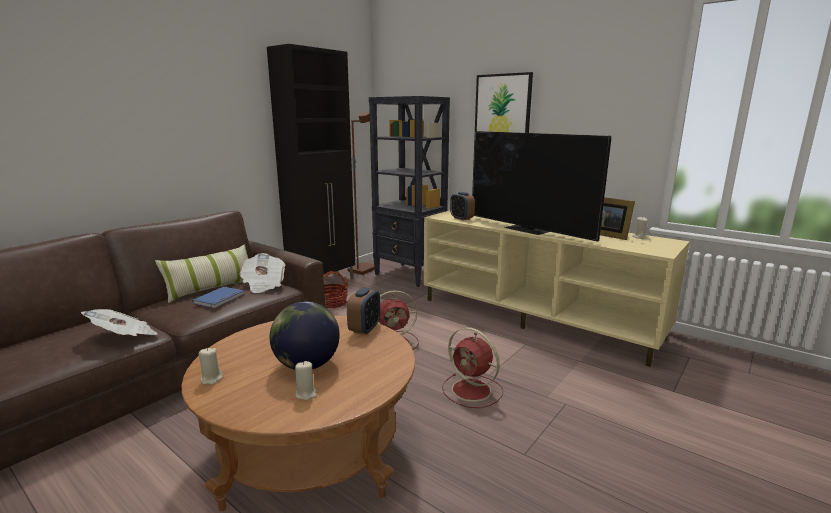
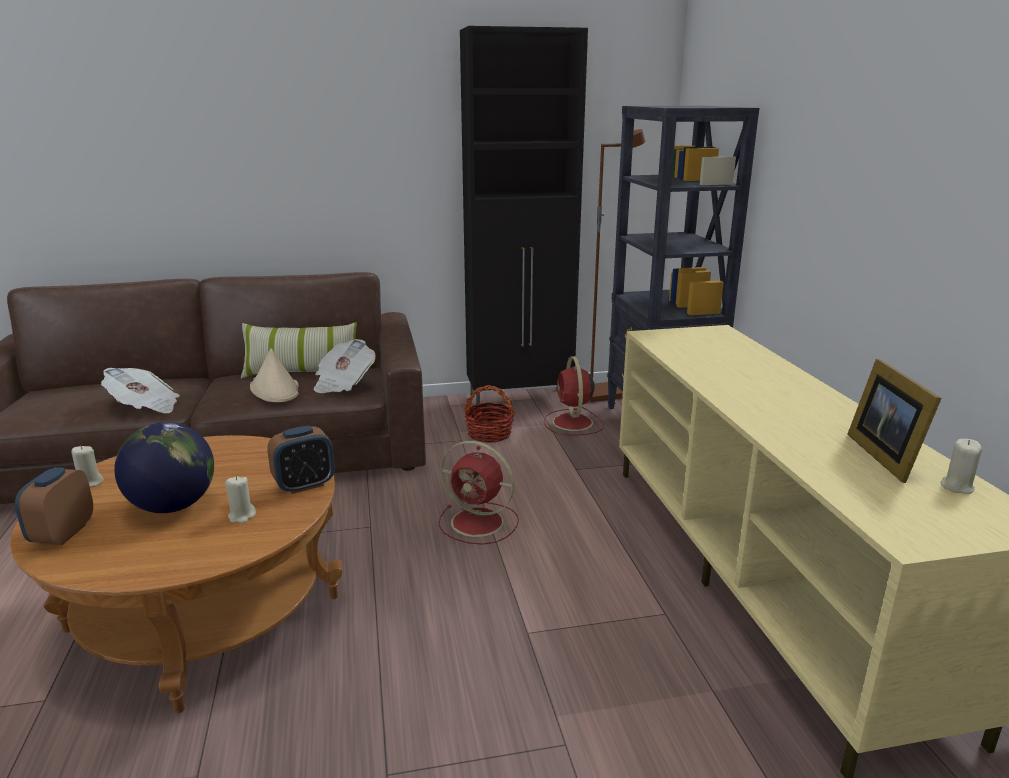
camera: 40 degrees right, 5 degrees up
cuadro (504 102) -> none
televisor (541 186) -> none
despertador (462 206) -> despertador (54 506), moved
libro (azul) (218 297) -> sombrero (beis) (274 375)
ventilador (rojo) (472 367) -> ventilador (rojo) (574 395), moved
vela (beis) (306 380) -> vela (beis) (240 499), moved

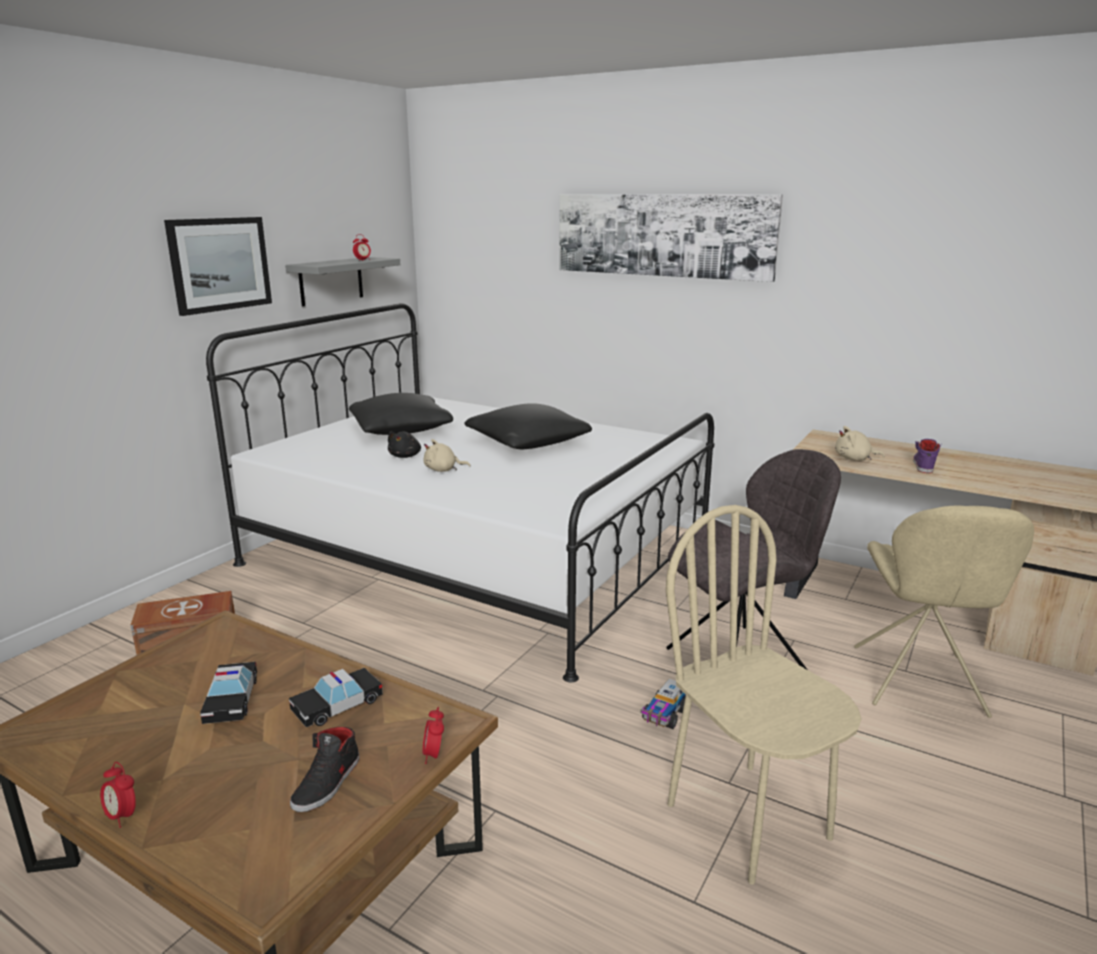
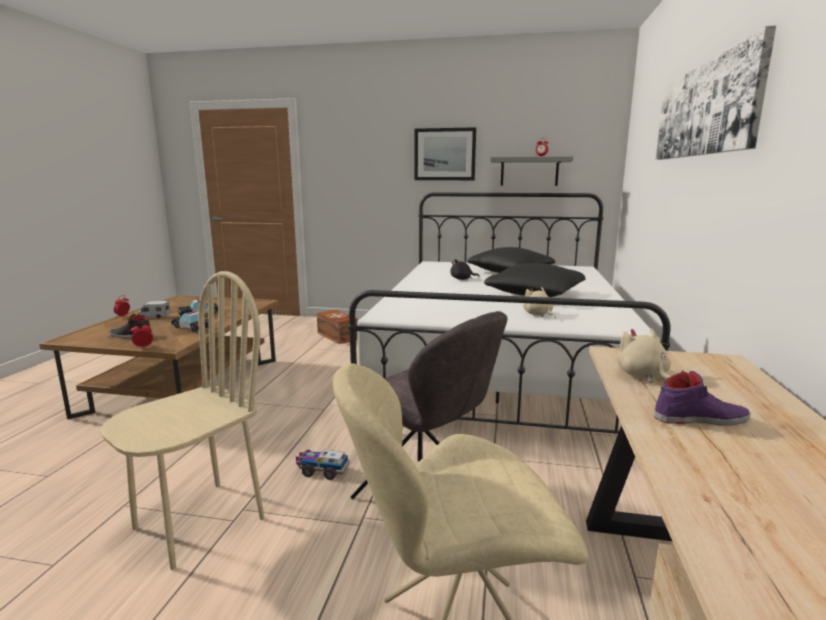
camera: 70 degrees right, 5 degrees down
peluche (beis) (446 455) -> peluche (beis) (539 302), moved
none -> camión de juguete (153 309)

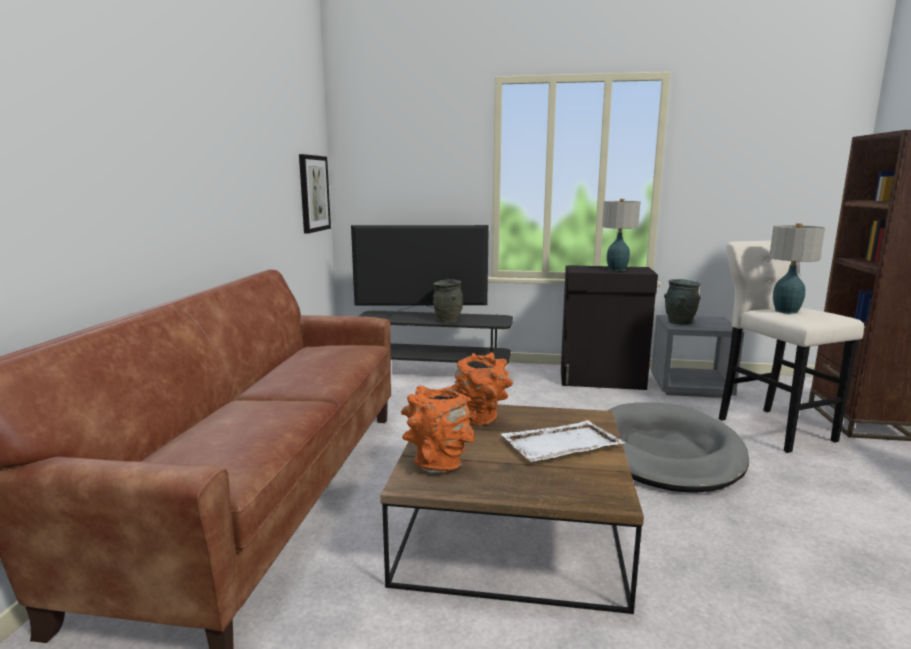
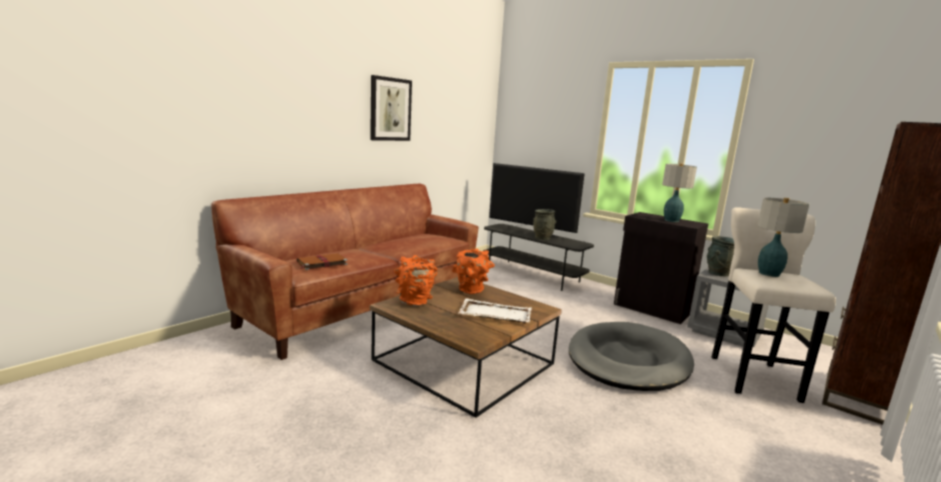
camera: 30 degrees right, 0 degrees up
cuadro (315 194) -> cuadro (391 108), moved
none -> libro (marrón) (322 261)

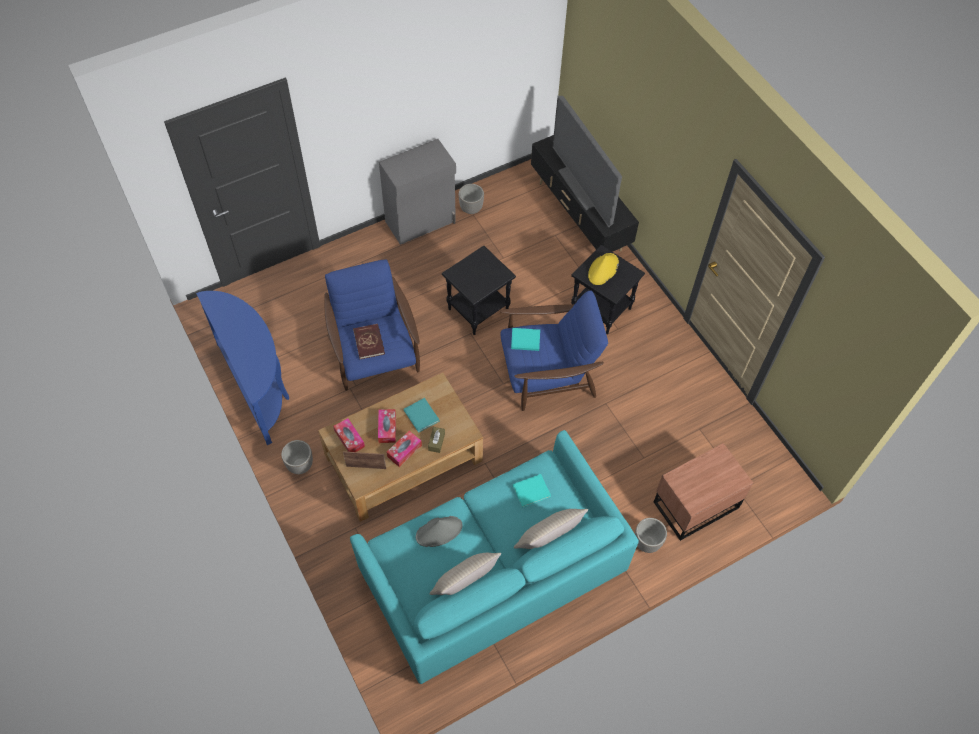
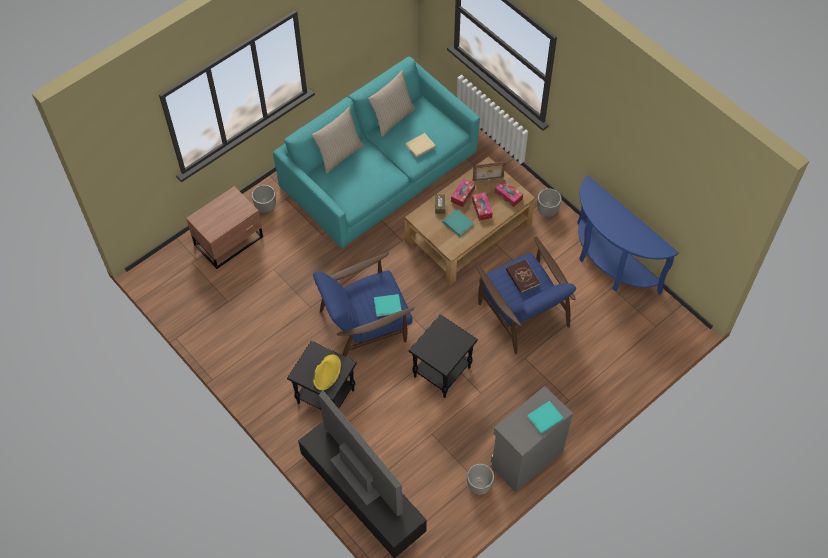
camera: 170 degrees right, 0 degrees up
libro (turquesa) (532 491) -> libro (turquesa) (545 417), moved
sombrero (gris) (439 531) -> libro (beis) (421 145)

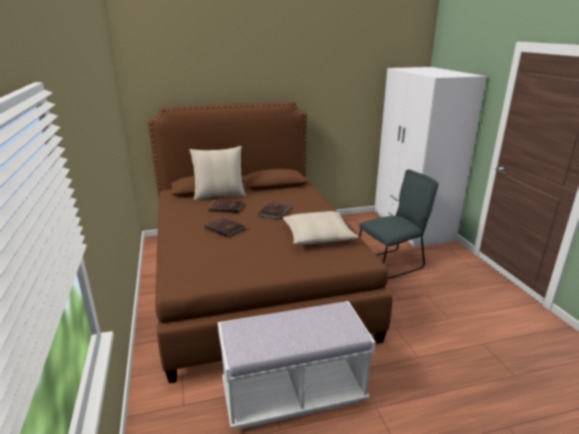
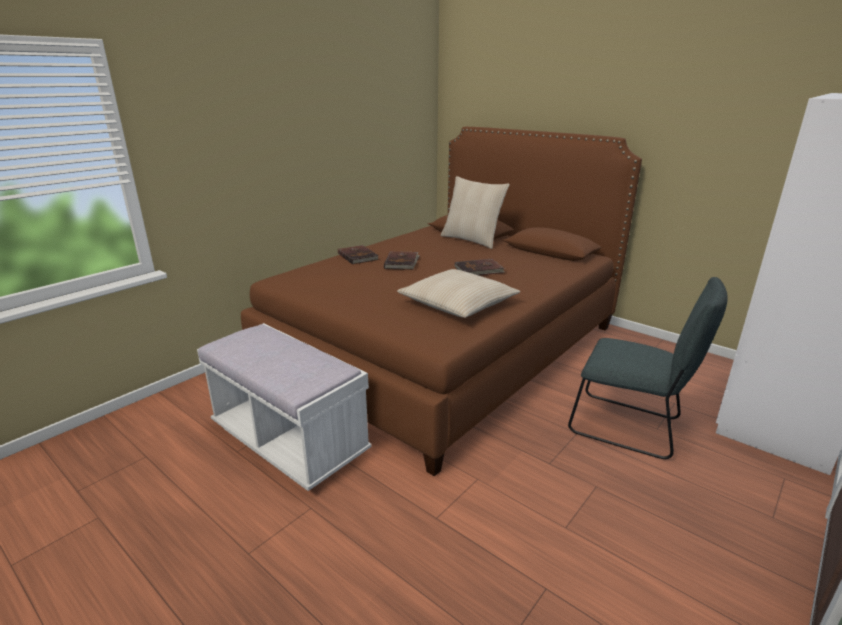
camera: 55 degrees right, 0 degrees up
libro (marrón) (225 206) -> libro (marrón) (358 254), moved

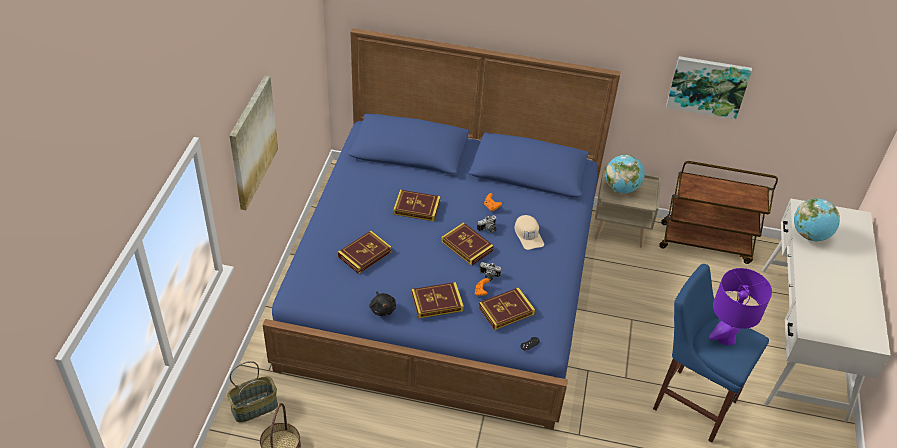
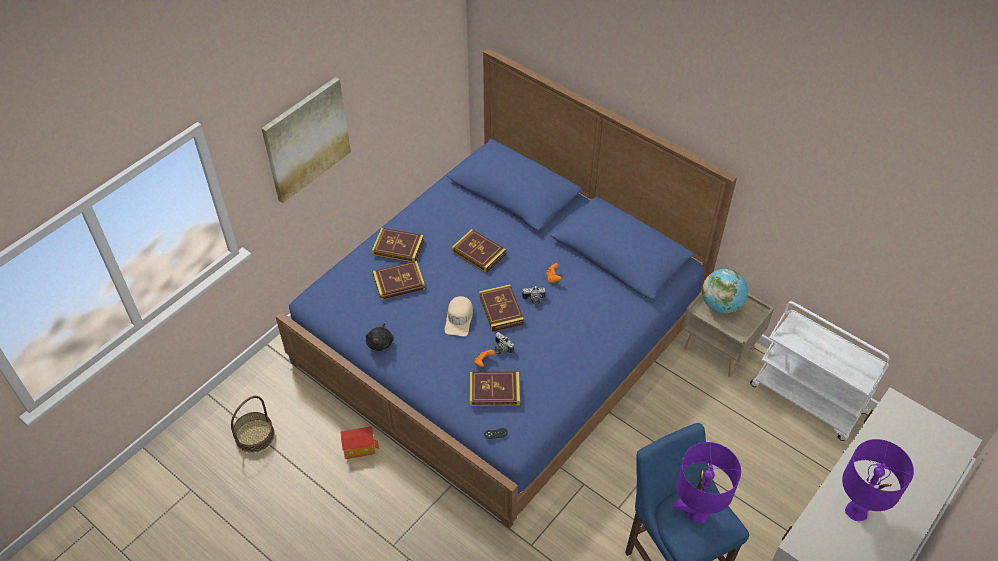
camera: 30 degrees right, 5 degrees up
cuadro (709 87) -> none
carrito (marrón) (718 212) -> carrito (blanco) (819 371)
globo terráqueo (817 219) -> none
gorra (beis) (529 232) -> gorra (beis) (459 316), moved
libro (438 300) -> libro (398 245), moved
cesta (252 392) -> none
none -> casita (359 442)
none -> lámpara de mesa (morado) (878 480)

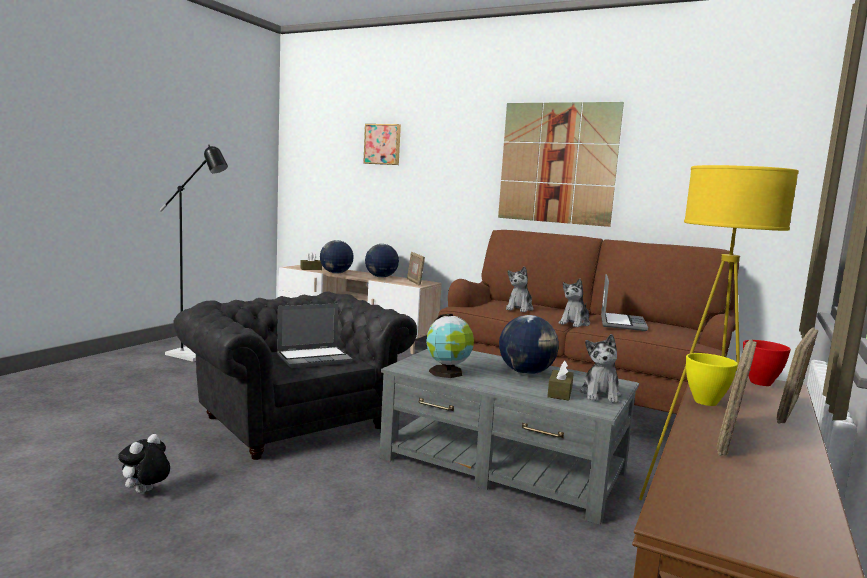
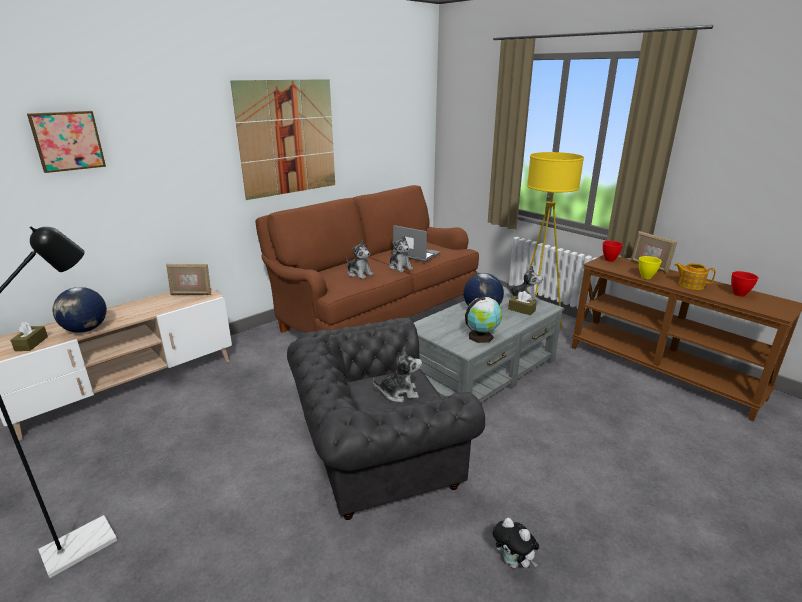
camera: 70 degrees left, 15 degrees up
globo terráqueo (382 261) -> none
portátil (315 335) -> peluche (397 375)
portarretratos (737 397) -> tetera (695 276)
none -> cuenco (rojo) (744 284)

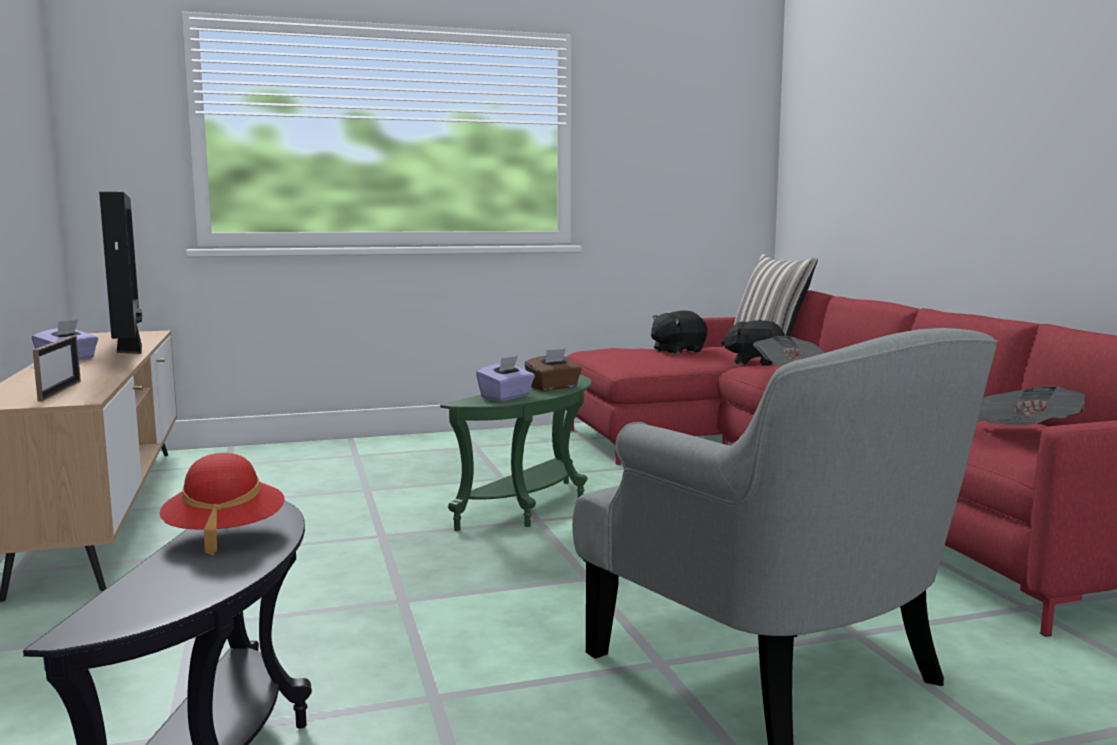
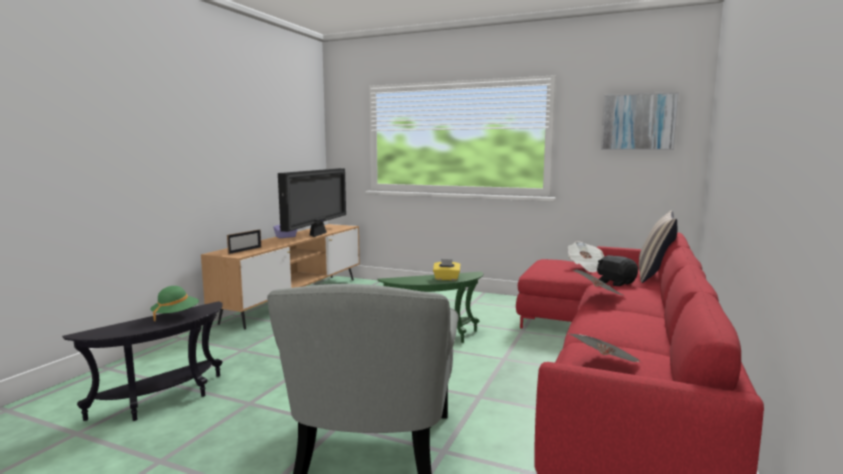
camera: 40 degrees right, 0 degrees up
peluche (negro) (679 332) -> periódico (586 257)
caja de pañuelos (marrón) (553 370) -> caja de pañuelos (amarillo) (447 270)
caja de pañuelos (morado) (505 378) -> none
sombrero (rojo) (222 504) -> sombrero (verde) (174 303)
none -> cuadro (640 121)

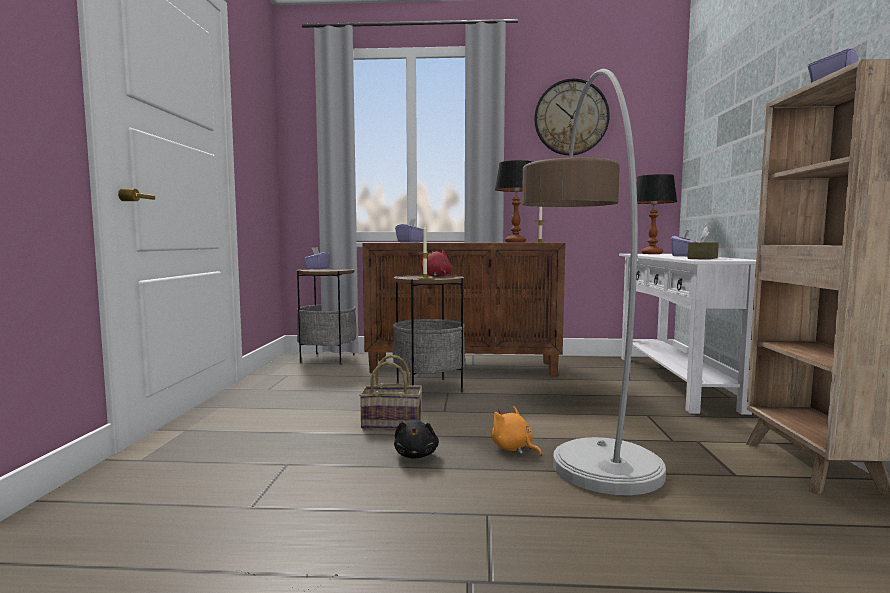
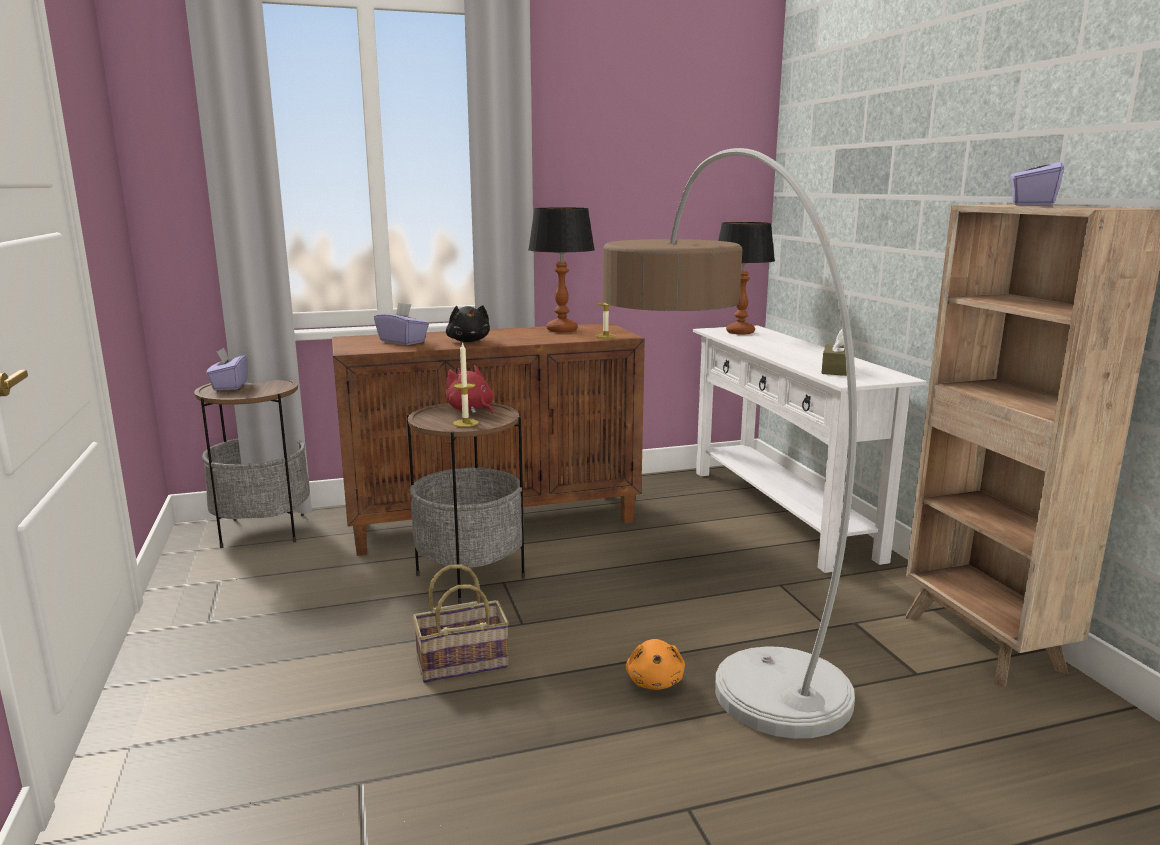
camera: 20 degrees left, 10 degrees up
reloj de pared (572 117) -> none
caja de pañuelos (morado) (683 243) -> none
peluche (naranja) (516 431) -> peluche (naranja) (655 664), 120 degrees counterclockwise
peluche (negro) (416 440) -> peluche (negro) (468 323), moved

